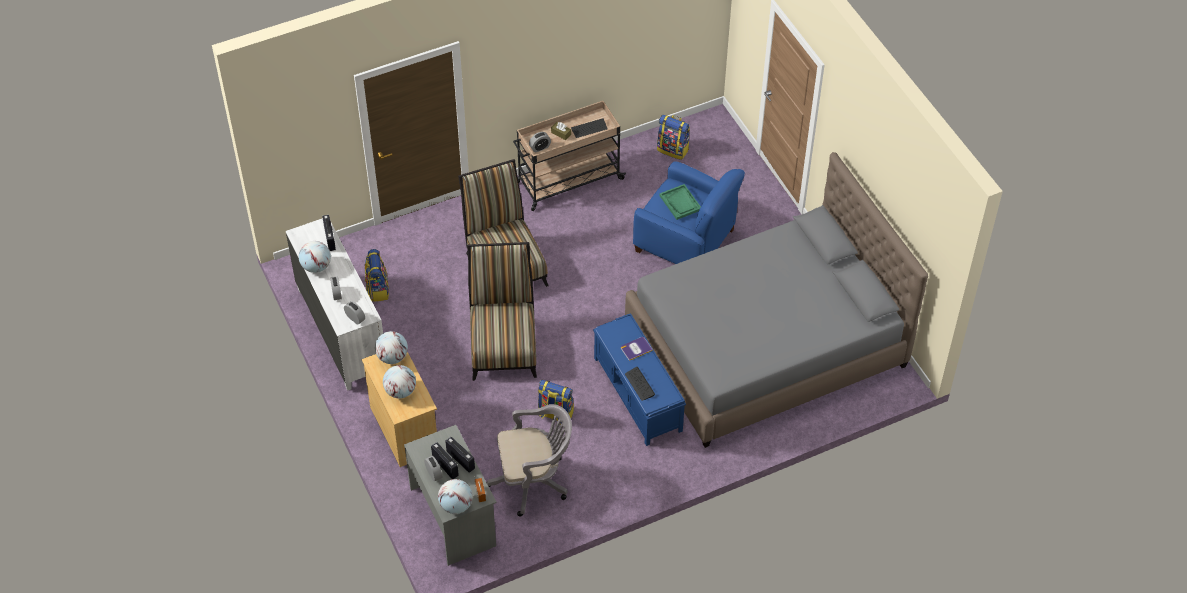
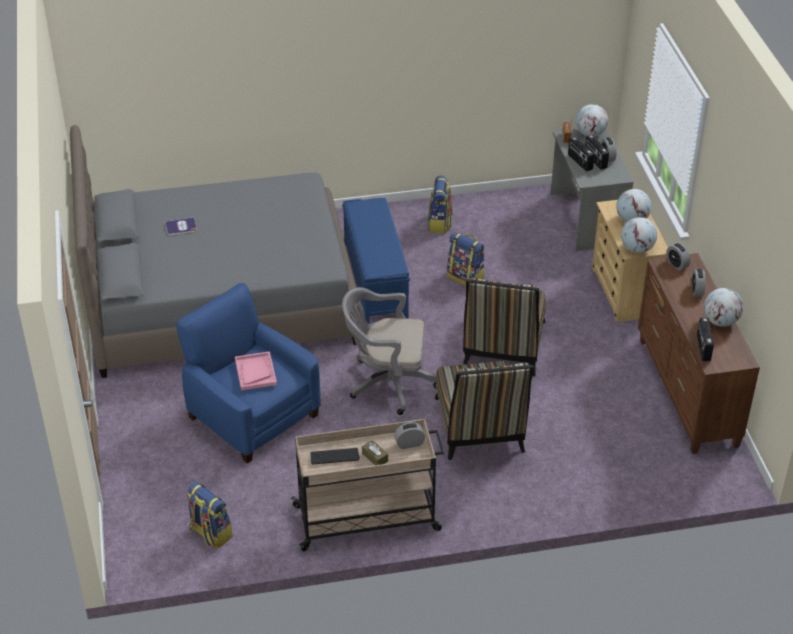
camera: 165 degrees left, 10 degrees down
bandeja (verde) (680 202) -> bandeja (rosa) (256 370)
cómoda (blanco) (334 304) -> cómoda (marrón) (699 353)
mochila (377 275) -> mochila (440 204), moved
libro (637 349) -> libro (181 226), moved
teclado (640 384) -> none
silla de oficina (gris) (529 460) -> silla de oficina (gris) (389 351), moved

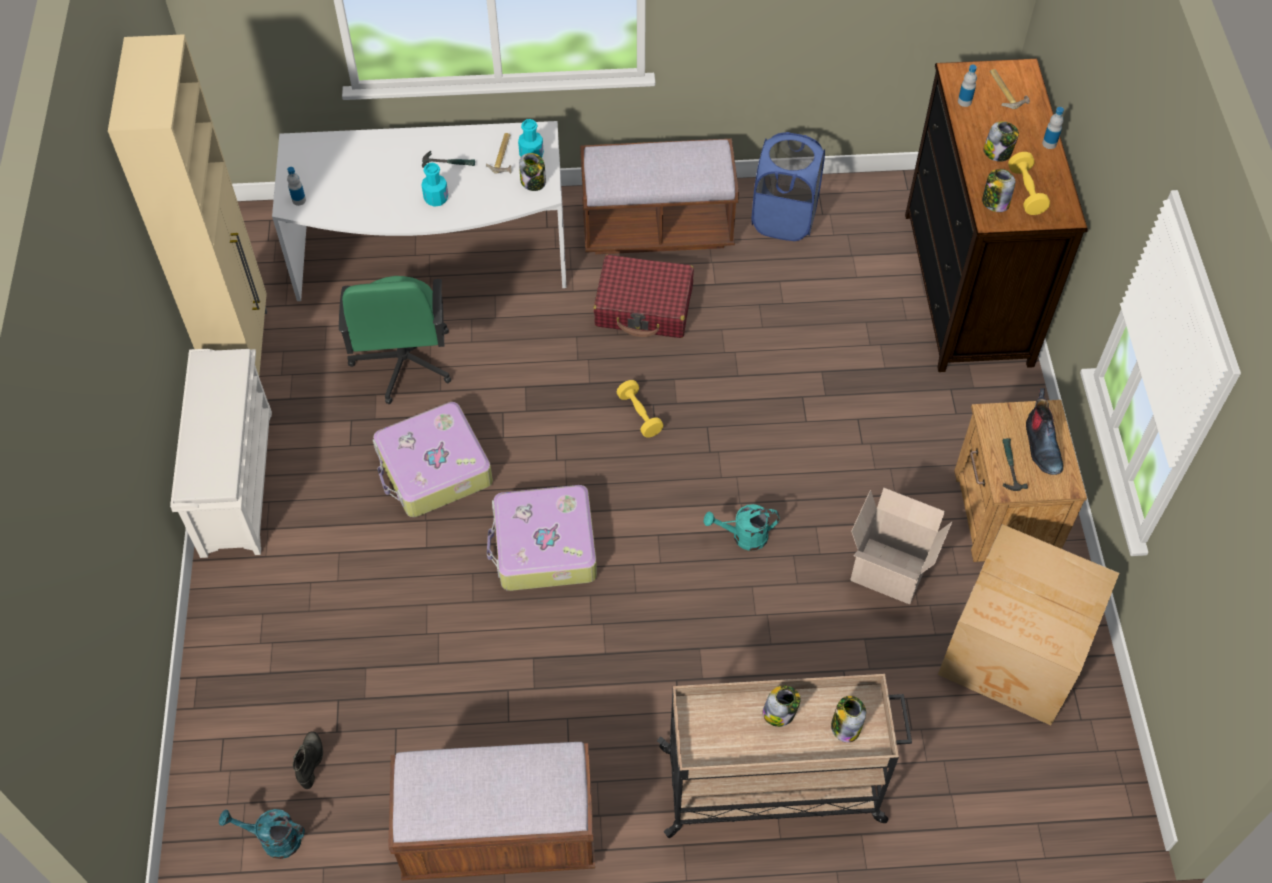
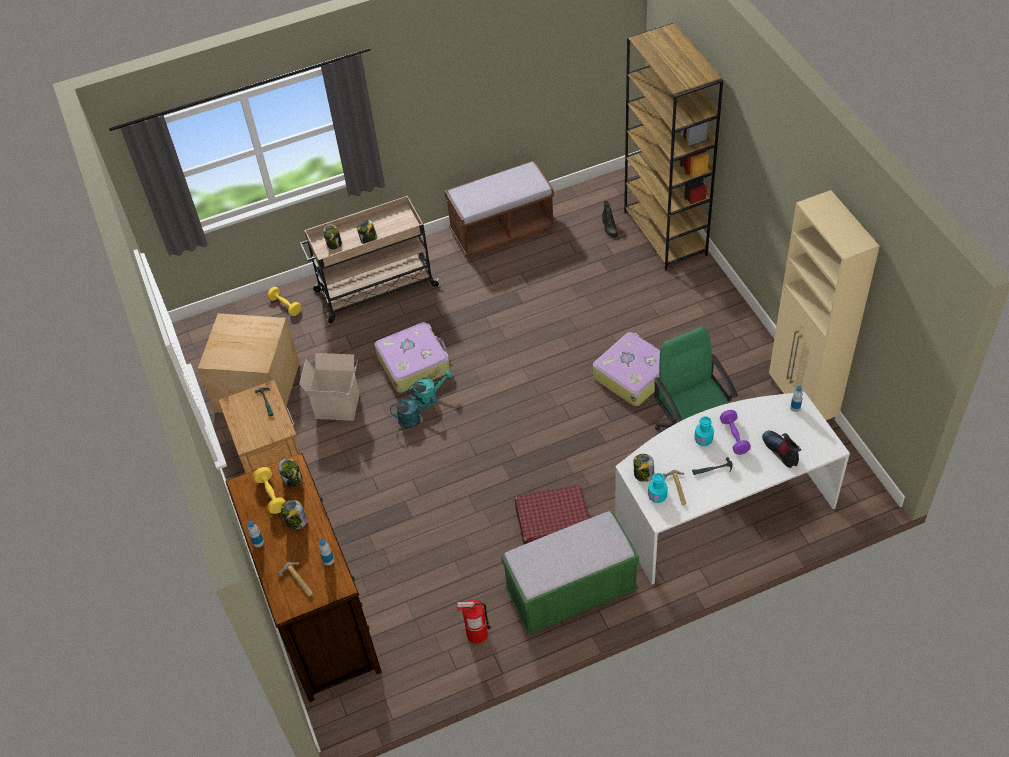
camera: 165 degrees right, 5 degrees down
cesto de la ropa (azul) (788 186) -> extintor (473 621)
banco (marrón) (659 196) -> banco (verde) (570 572)
zapatero (blanco) (221 453) -> none
mancuerna (amarillo) (640 408) -> mancuerna (amarillo) (284 301), moved
bota (1044 431) -> bota (781 449), moved
maleta (542 538) -> maleta (412 357), moved
regadera (turquesa) (262 834) -> regadera (turquesa) (414 411), moved
none -> estantería (marrón) (673 147)
none -> mancuerna (morado) (735 432)

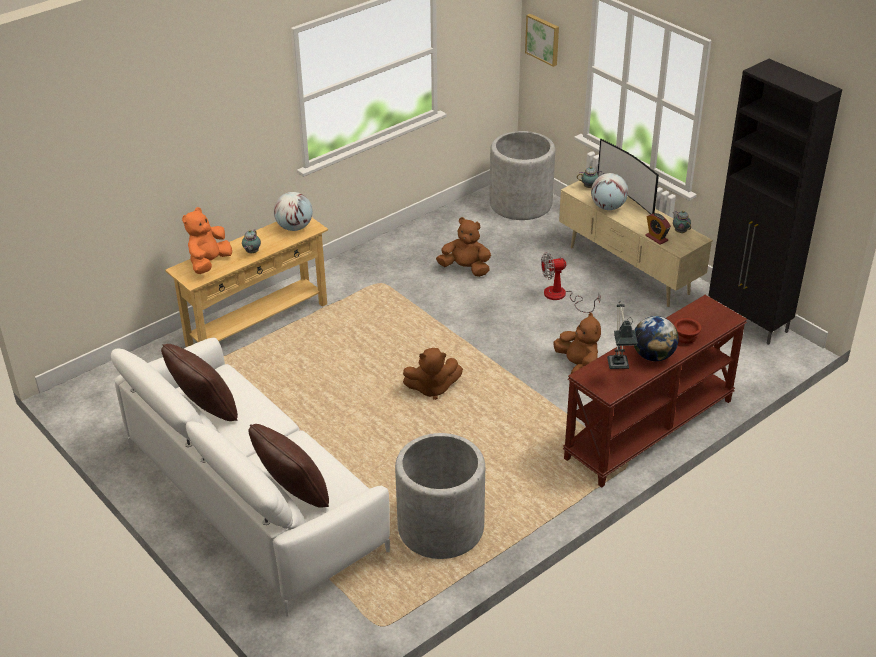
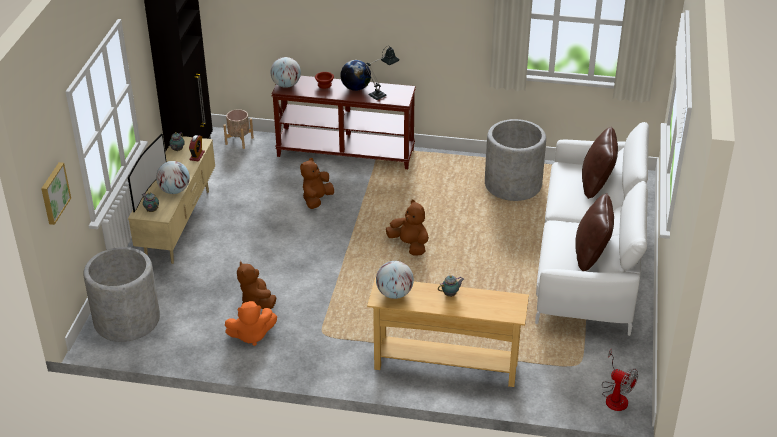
camera: 130 degrees left, 0 degrees up
peluche (naranja) (207 240) -> peluche (naranja) (251 323), moved
ventilador (571 282) -> ventilador (620 380), moved
none -> globo terráqueo (285 72)
none -> maceta (beis) (238 129)

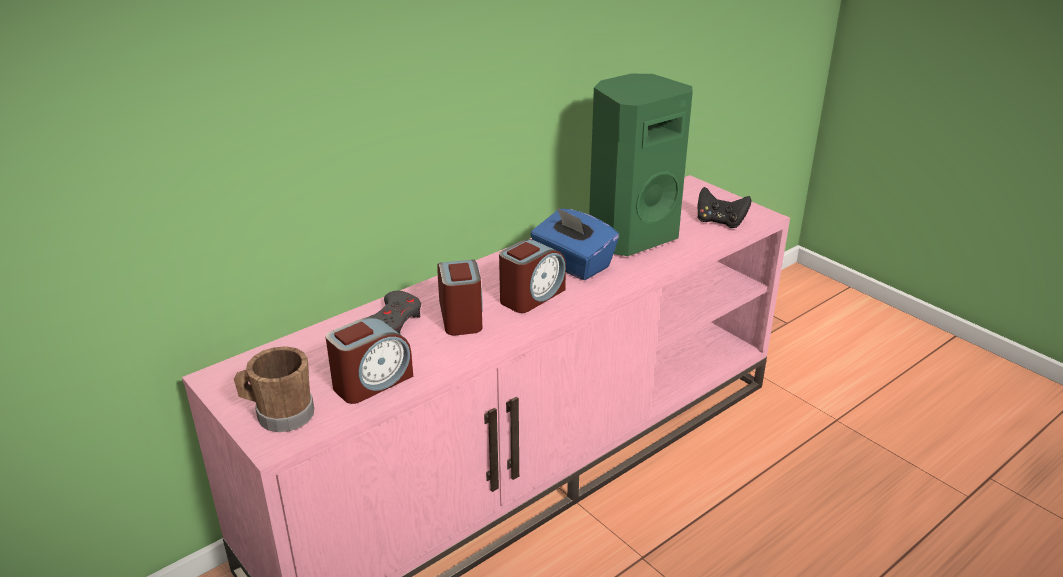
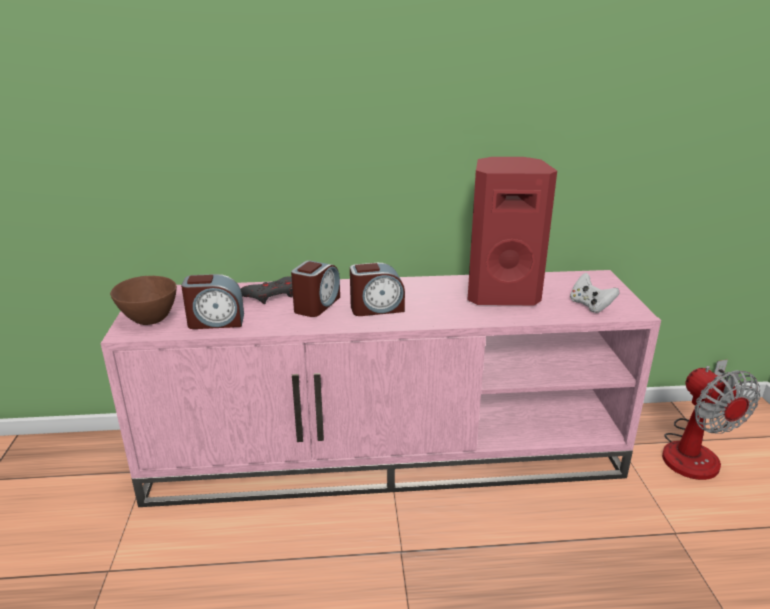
camera: 35 degrees right, 5 degrees down
altavoz (verde) (641 165) -> altavoz (rojo) (512 231)
mando de consola (negro) (724 207) -> mando de consola (blanco) (594 293)
caja de pañuelos (azul) (574 243) -> none
taza grande (marrón) (274 389) -> cuenco (marrón) (143 300)
none -> ventilador (711 419)

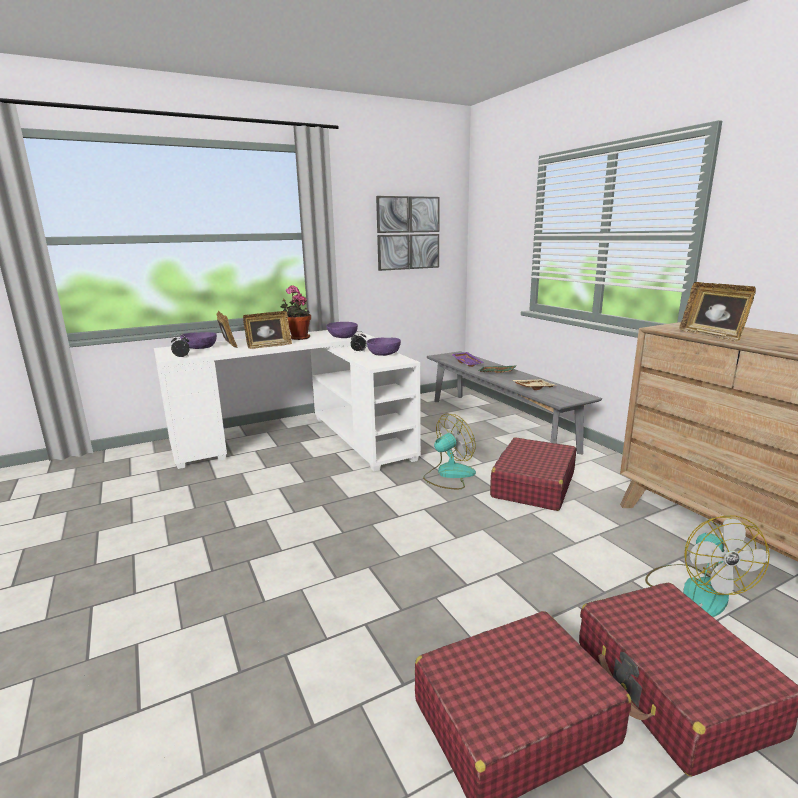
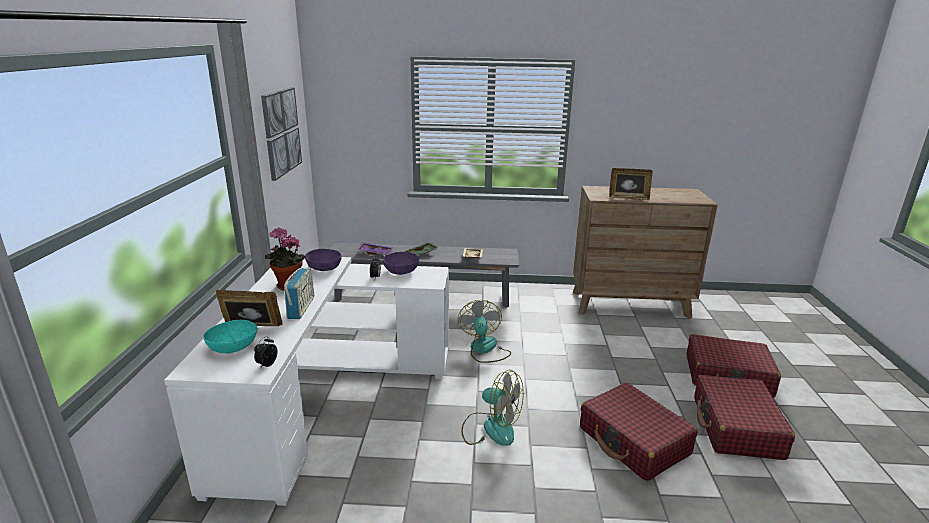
camera: 60 degrees left, 5 degrees up
portarretratos (267 330) -> radio (299 293)
cuenco (morado) (198 340) -> cuenco (turquesa) (230 336)
maleta (rojo) (533 474) -> maleta (rojo) (639 432), moved
ventilador (707 566) -> ventilador (492 408), moved

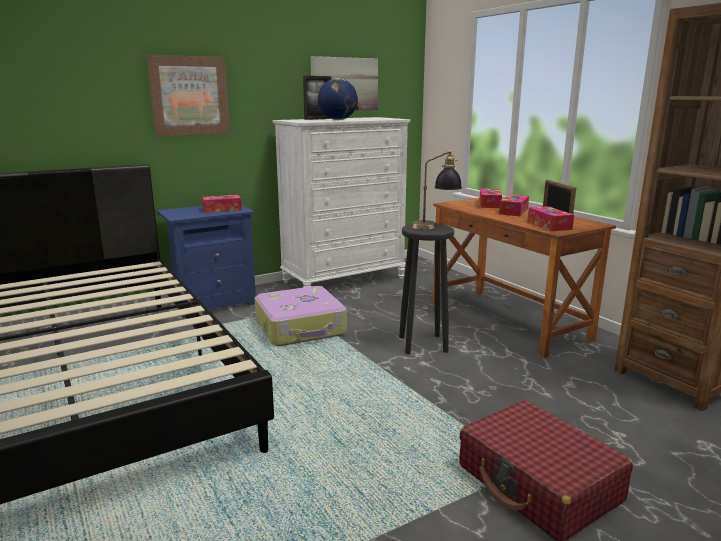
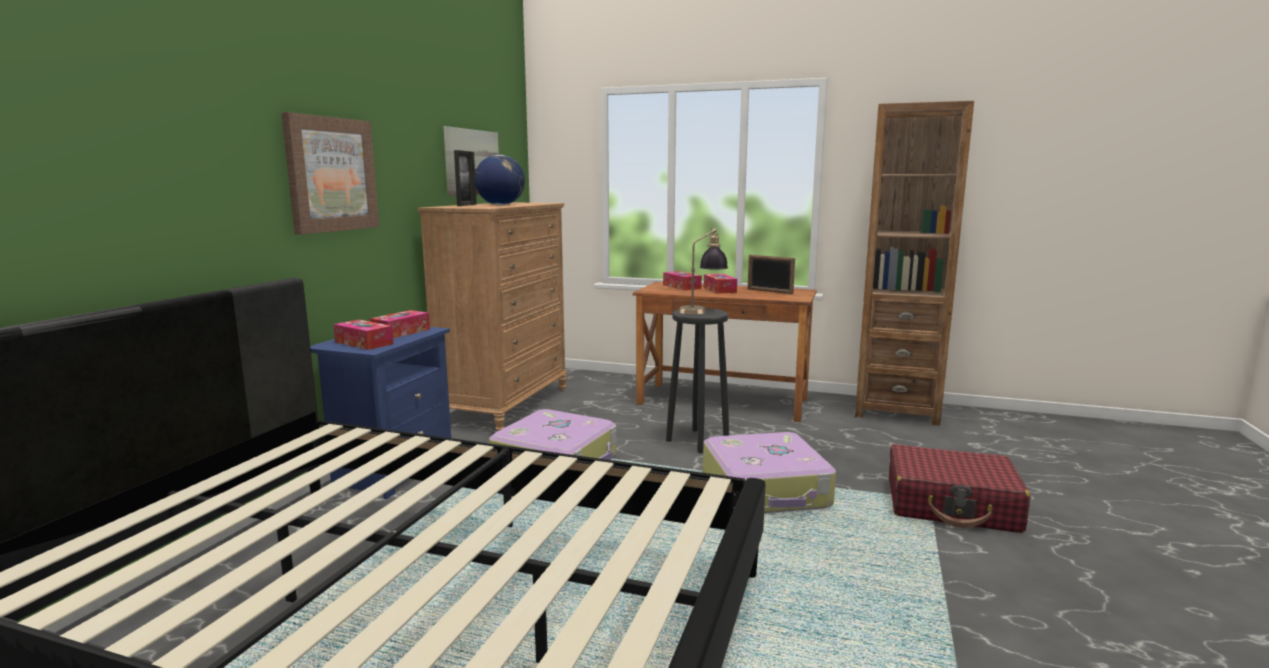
camera: 40 degrees left, 5 degrees down
cómoda (blanco) (341 202) -> cómoda (marrón) (492 316)
caja de pañuelos (550 218) -> caja de pañuelos (364 335), moved
none -> maleta (769 472)

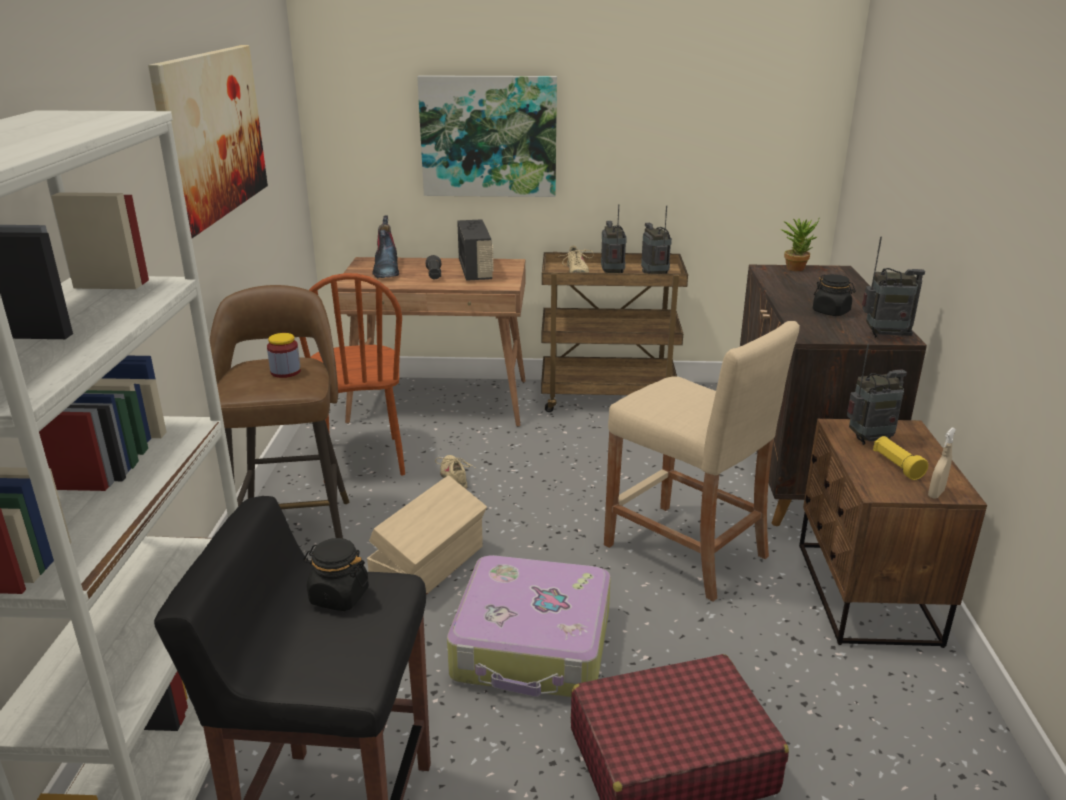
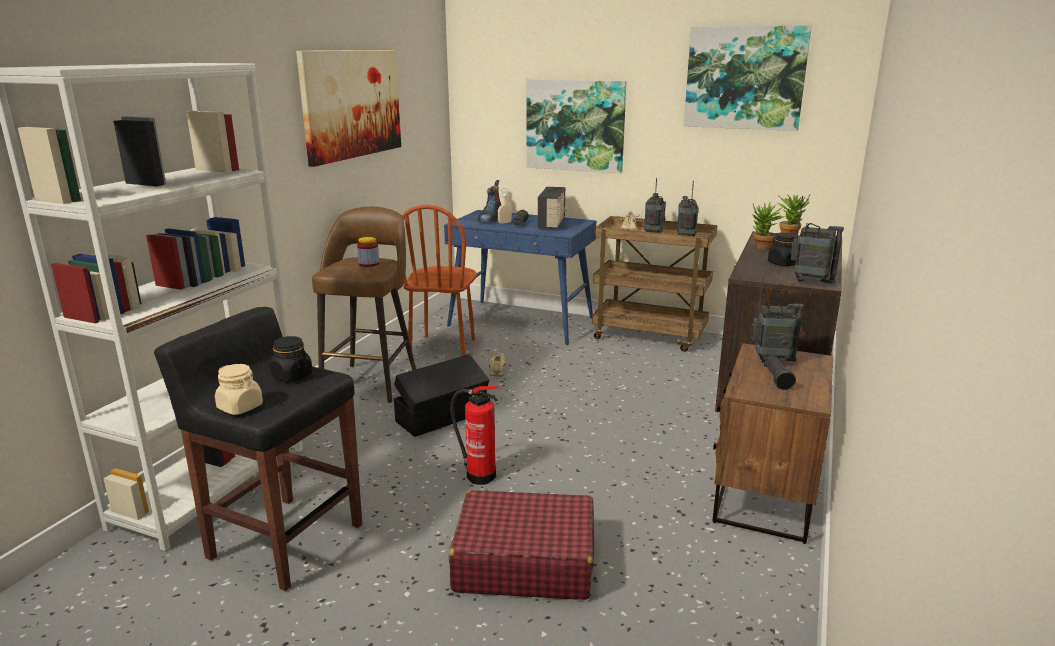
camera: 20 degrees right, 5 degrees down
escritorio (marrón) (430 342) -> escritorio (azul) (520 277)
taburete (beis) (702 461) -> none
pulverizador (beis) (942 463) -> pulverizador (beis) (505 206), moved
linterna (amarillo) (900 458) -> linterna (negro) (780 372)
caja de almacenaje (beis) (427 535) -> caja de almacenaje (negro) (441 395)
maleta (529 626) -> extintor (474 435)
none -> cuadro (748 78)
none -> planta en maceta (768 225)
none -> tarro (beis) (239 389)

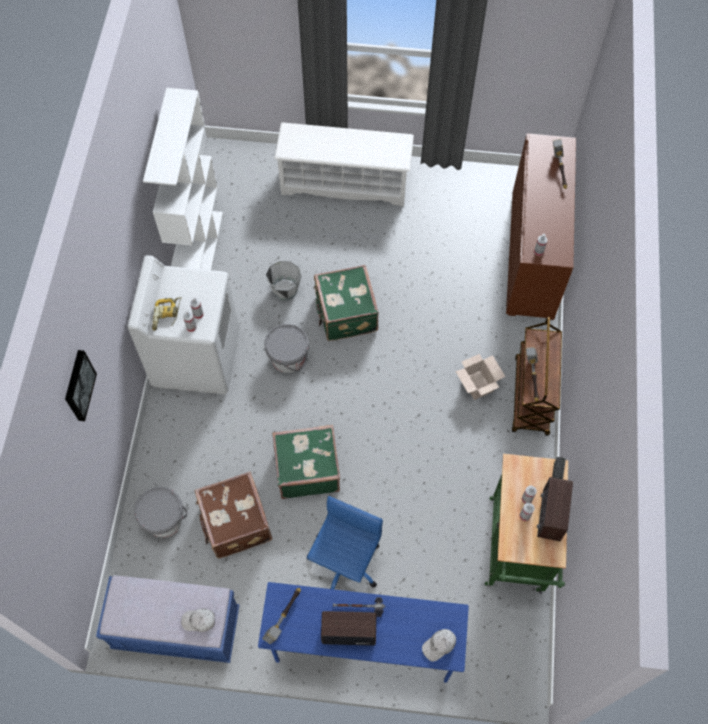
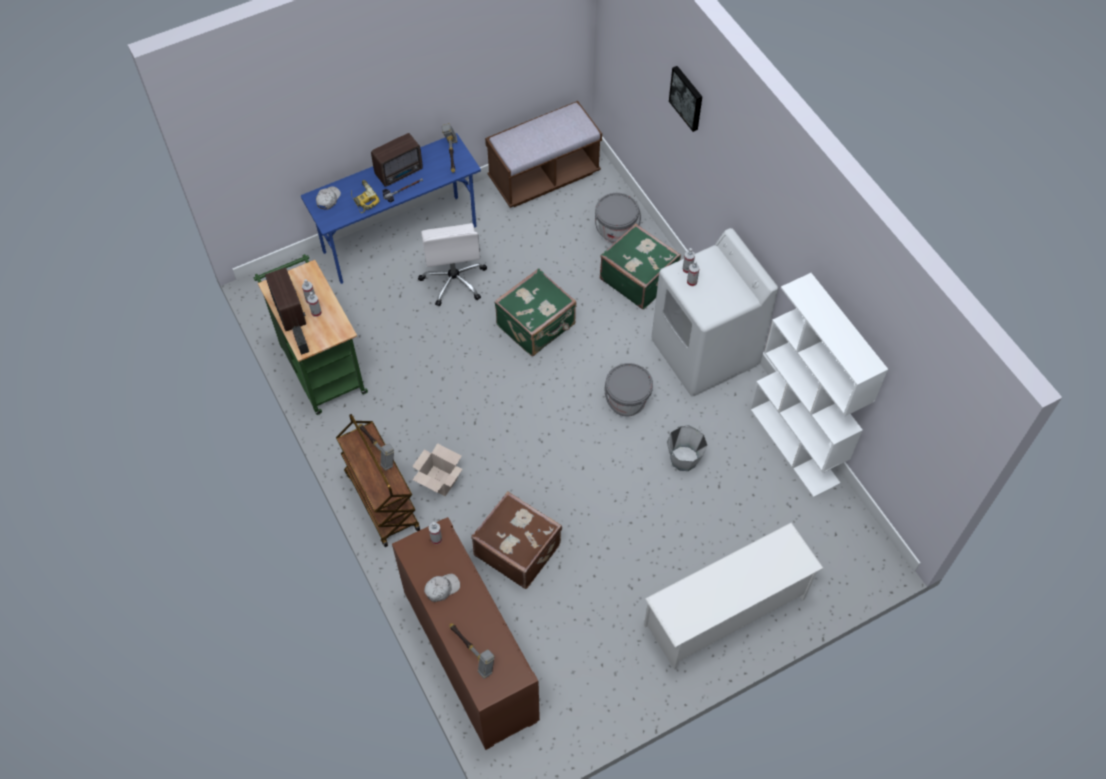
camera: 145 degrees right, 5 degrees down
maleta (verde) (346 303) -> maleta (verde) (640 266), moved
taladro (167 314) -> taladro (365 196), moved
maleta (marrón) (233 515) -> maleta (marrón) (516 540), moved
silla de oficina (azul) (345 542) -> silla de oficina (blanco) (452 264)
banco (azul) (167 619) -> banco (marrón) (543 154)
gorra (blanco) (198 620) -> gorra (blanco) (442 588), moved

